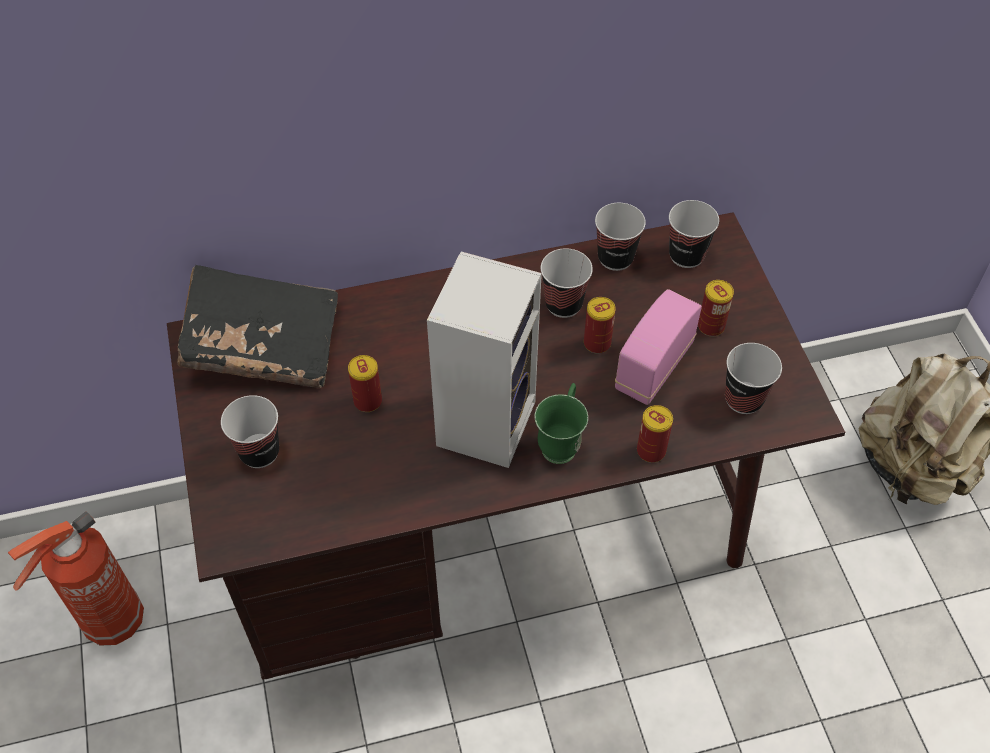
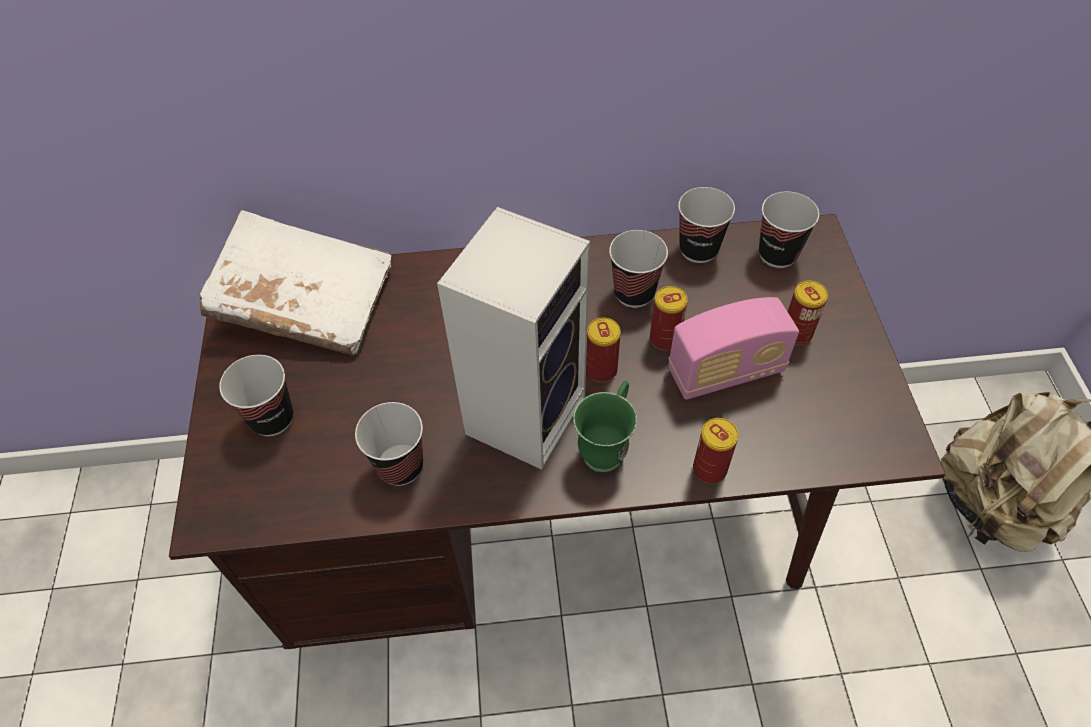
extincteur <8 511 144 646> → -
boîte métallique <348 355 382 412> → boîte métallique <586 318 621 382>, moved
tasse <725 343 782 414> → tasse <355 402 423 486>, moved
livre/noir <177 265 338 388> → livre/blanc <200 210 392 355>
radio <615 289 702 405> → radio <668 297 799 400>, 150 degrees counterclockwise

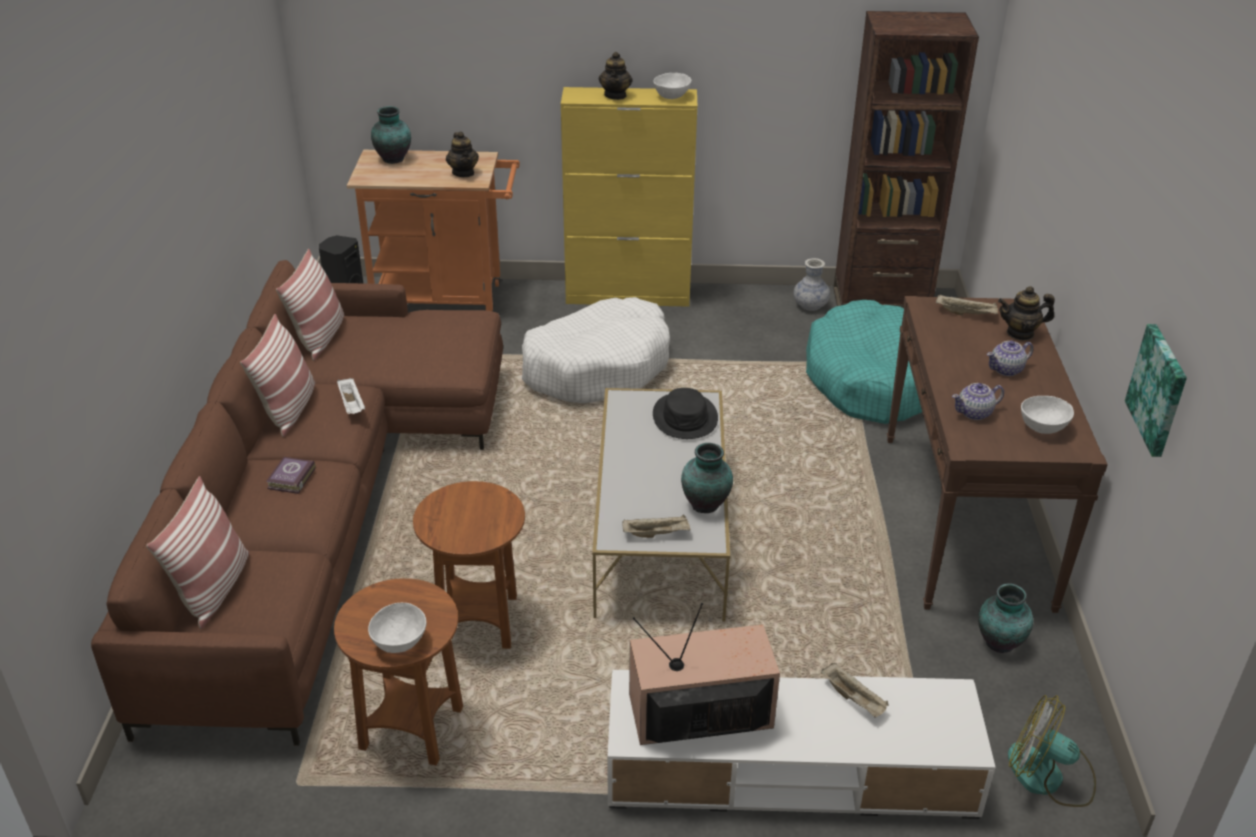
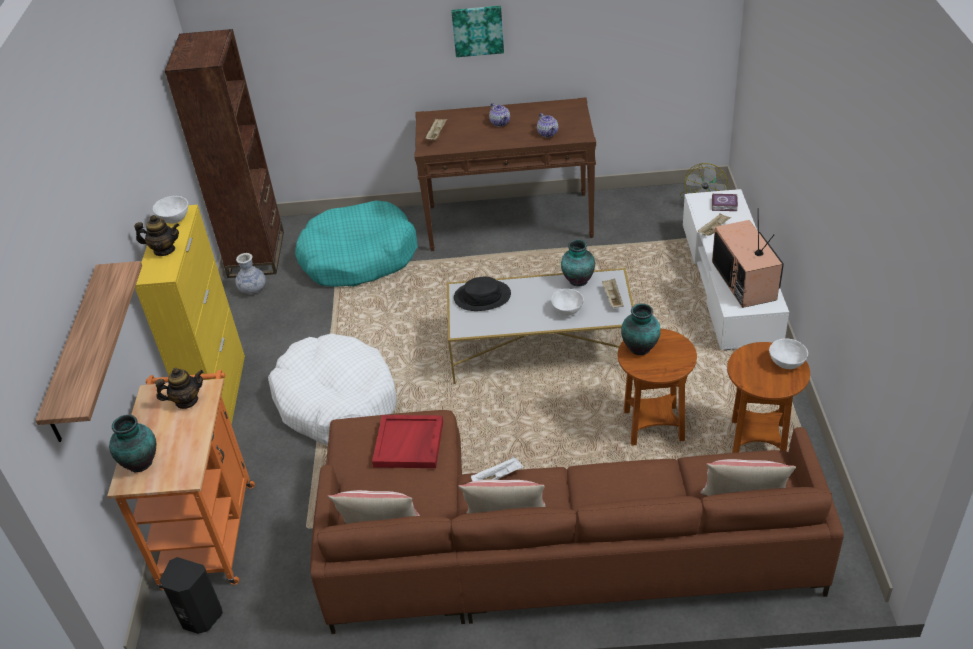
théière <998 286 1055 340> → -
- → étagère <35 261 142 442>
- → plateau/rouge <372 415 443 468>
livre <266 457 316 494> → livre <712 194 738 211>, moved
vase <978 583 1033 653> → vase <621 303 661 355>, moved
bol/blanc <1021 396 1074 434> → bol/blanc <551 289 584 316>, moved
tableau <1125 324 1187 457> → tableau <451 6 504 57>, moved

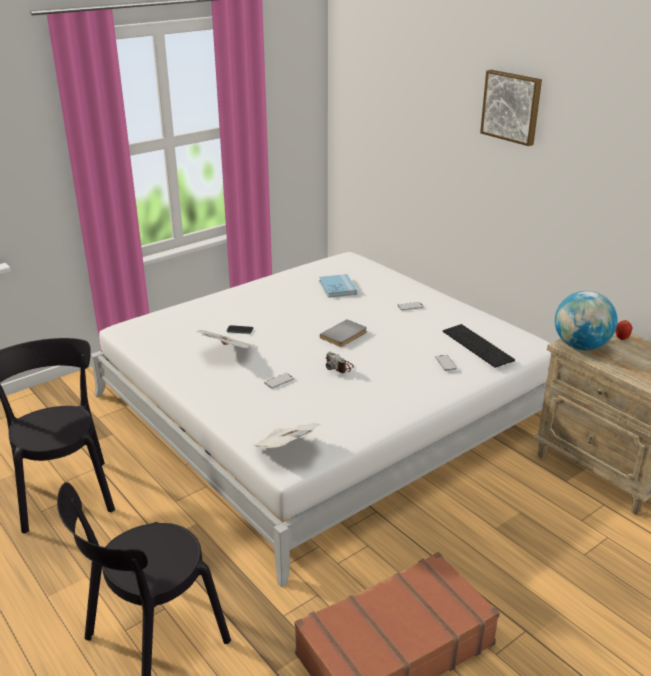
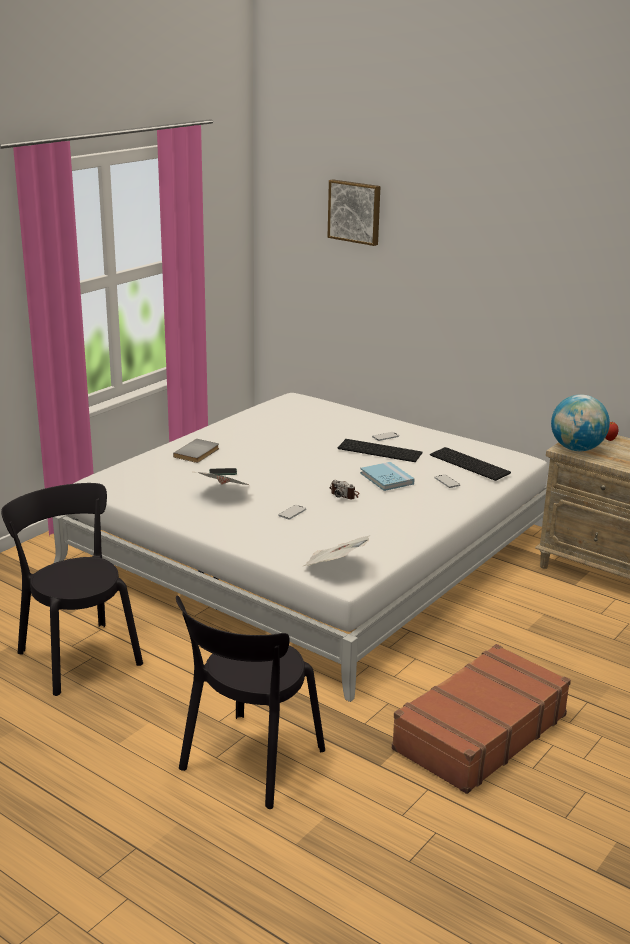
- → clavier <338 439 422 462>
livre/bleu <319 274 357 298> → livre/bleu <360 462 415 491>, moved
livre/gris <320 320 367 347> → livre/gris <173 439 219 463>, moved
tableau <480 70 542 146> → tableau <327 179 380 246>, moved

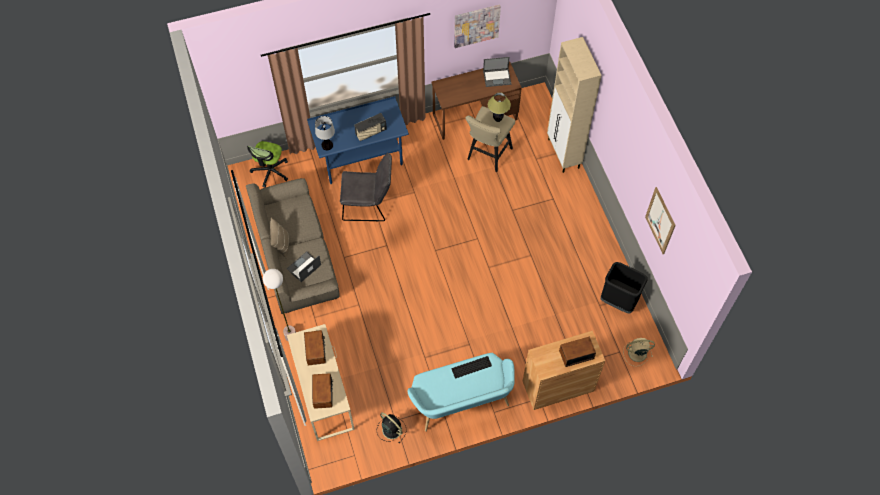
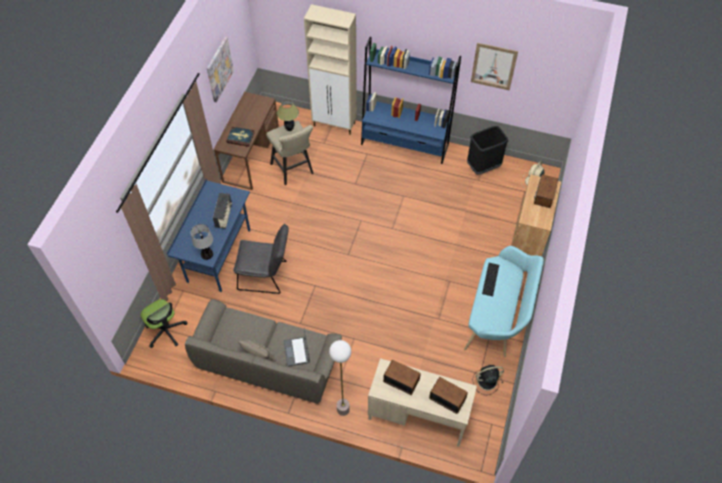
ordinateur portable <483 57 511 87> → -
- → livre <226 127 255 147>
- → bibliothèque/bleu <361 37 461 164>
chaise/gris <340 153 392 222> → chaise/gris <233 223 289 294>, 60 degrees clockwise

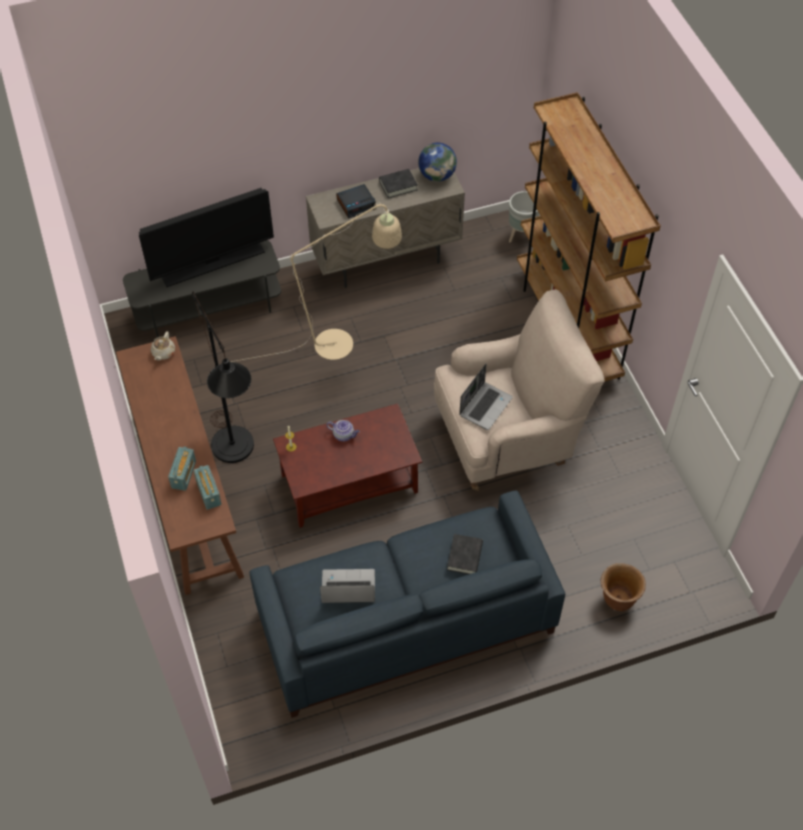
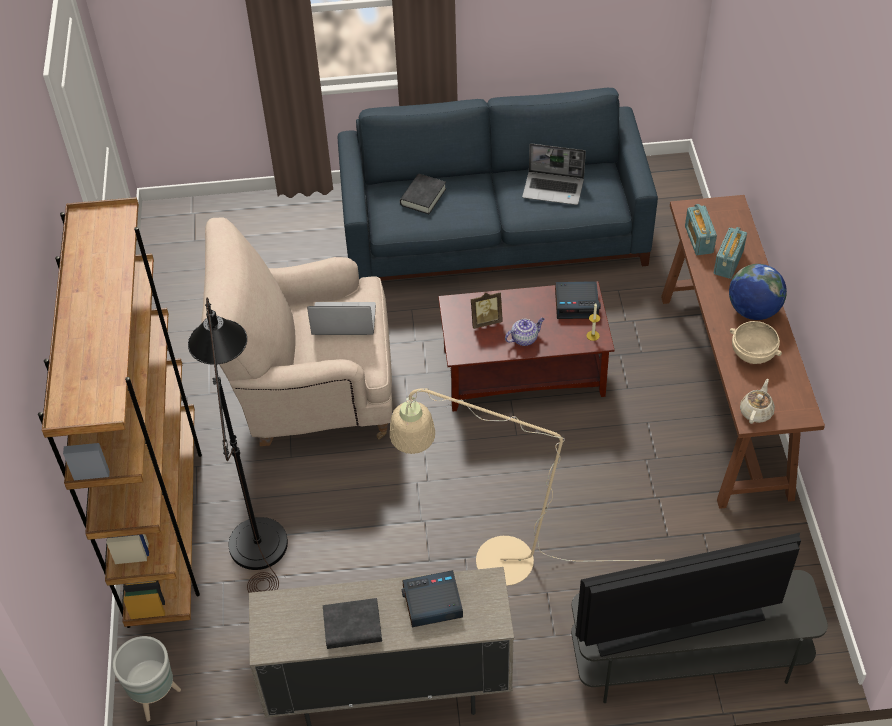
cache-pot/marron <601 563 646 611> → -
- → cadre photo <471 292 503 329>
- → réveil <555 281 601 319>
- → bol/beige <730 321 782 364>
lampadaire/noir <192 292 254 463> → lampadaire/noir <188 298 288 593>, moved
globe <418 143 457 182> → globe <729 264 787 320>, moved
théière <327 420 360 441> → théière <505 318 544 346>, 120 degrees clockwise
ordinateur portable <459 364 513 430> → ordinateur portable <307 302 376 335>, 45 degrees clockwise

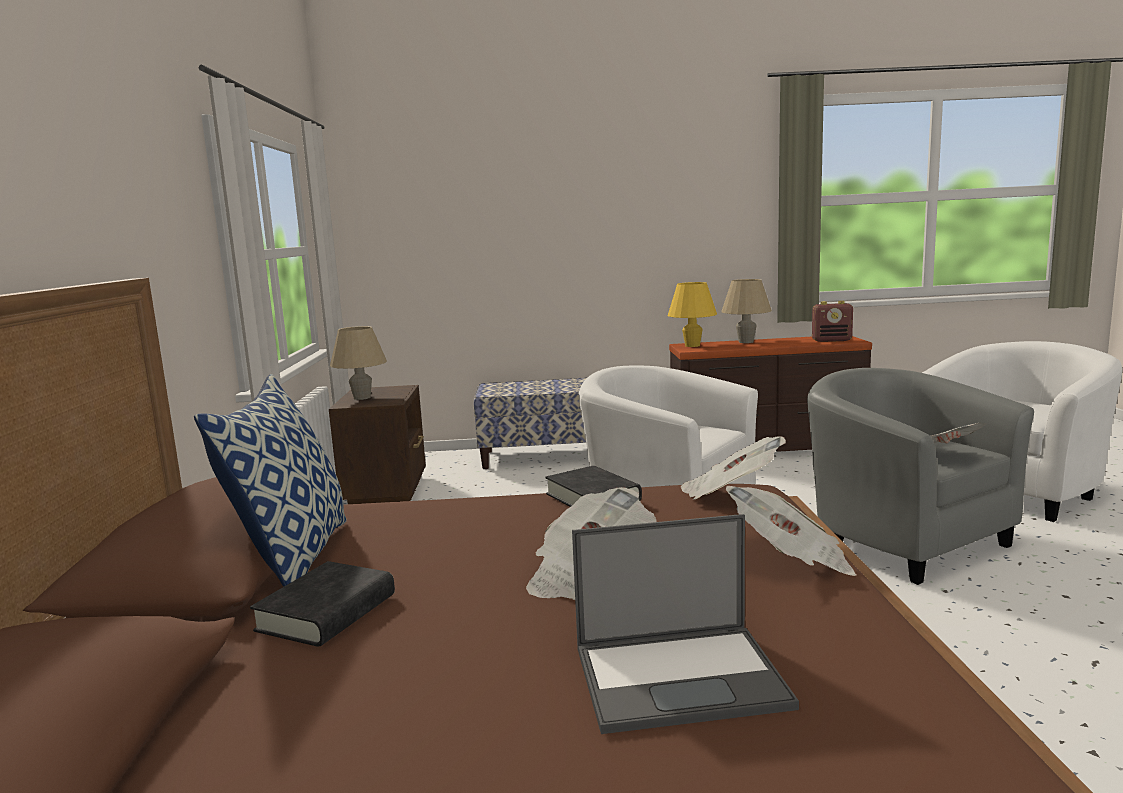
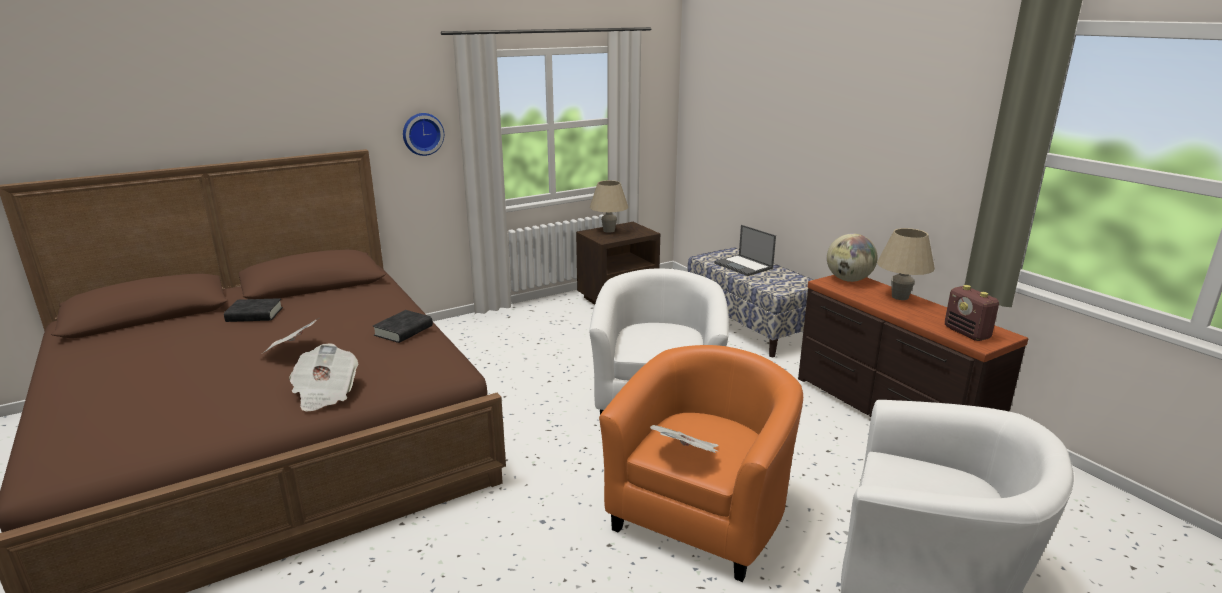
coussin <194 374 347 587> → -
journal <680 436 786 500> → -
- → horloge murale <403 113 444 156>
ordinateur portable <572 514 799 734> → ordinateur portable <714 225 776 276>, moved
lampe de table/jaune <668 282 717 347> → globe <827 233 877 282>
fauteuil/gris <807 368 1034 585> → fauteuil/orange <599 345 803 582>

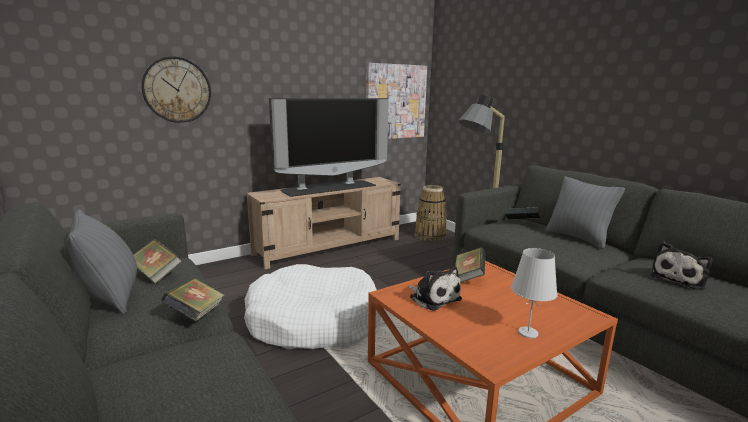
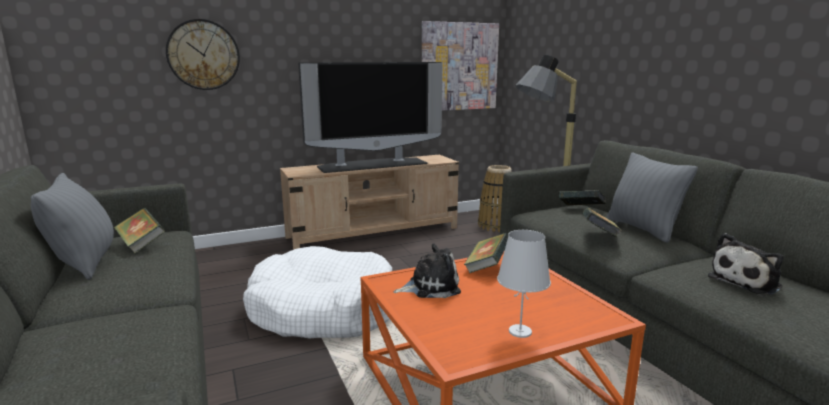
livre <161 278 224 322> → livre <582 207 622 237>, moved
peluche <408 266 462 311> → peluche <394 243 461 298>, 75 degrees counterclockwise

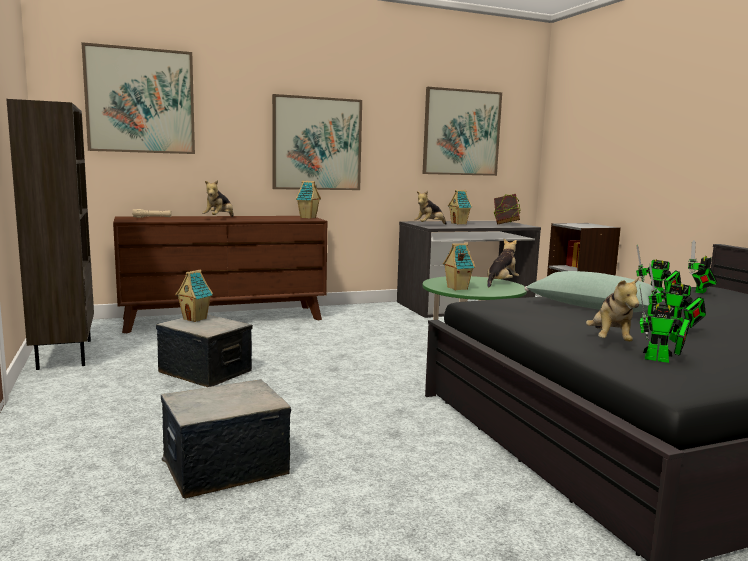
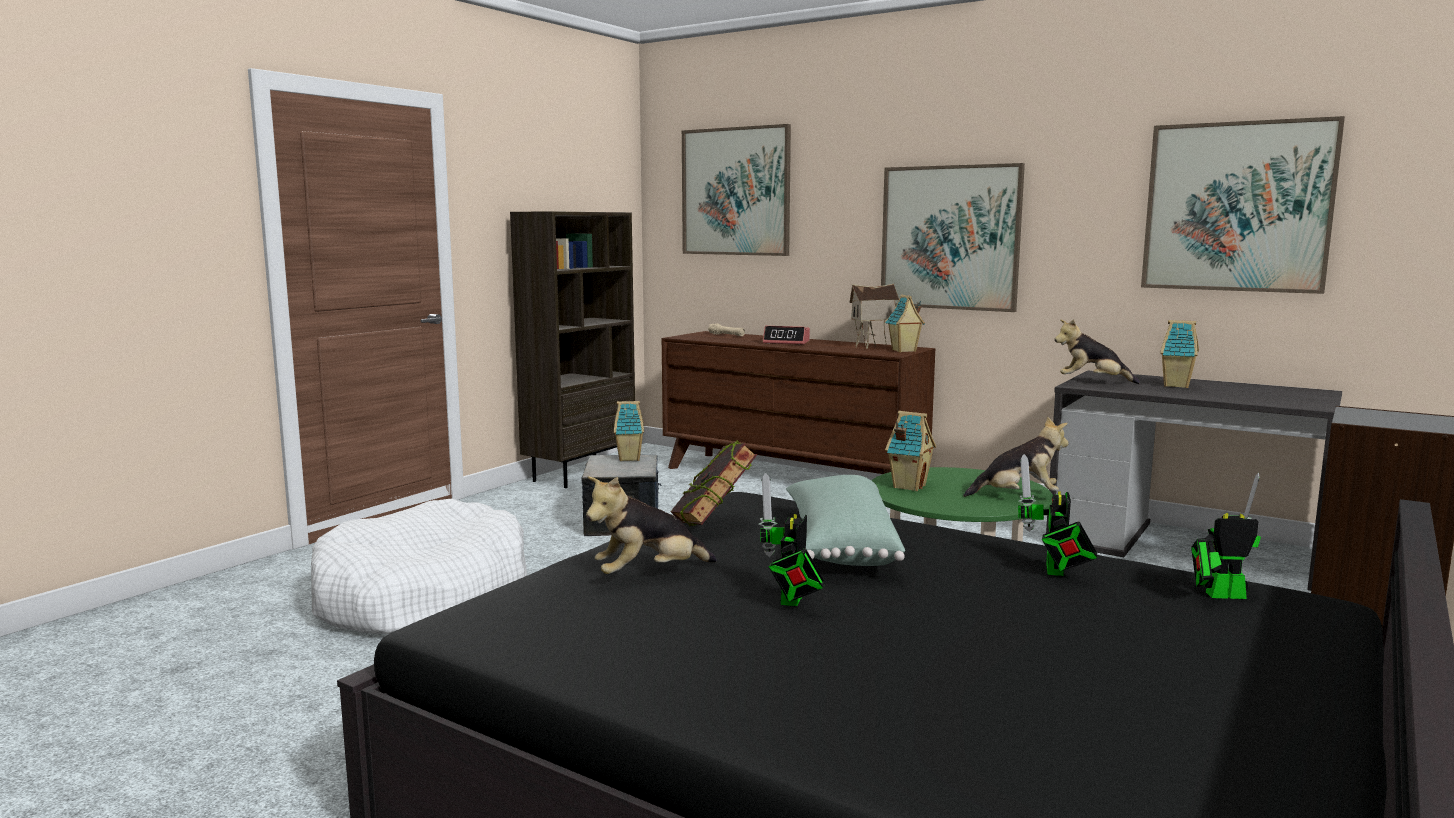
robot jouet <639 285 691 363> → -
- → maison miniature <849 284 899 349>
livre <494 194 521 224> → livre <671 440 757 526>, moved
boîte de rangement <161 379 291 499> → panier pour chien/blanc <311 498 527 634>
peluche <202 180 233 217> → réveil <763 326 810 345>

